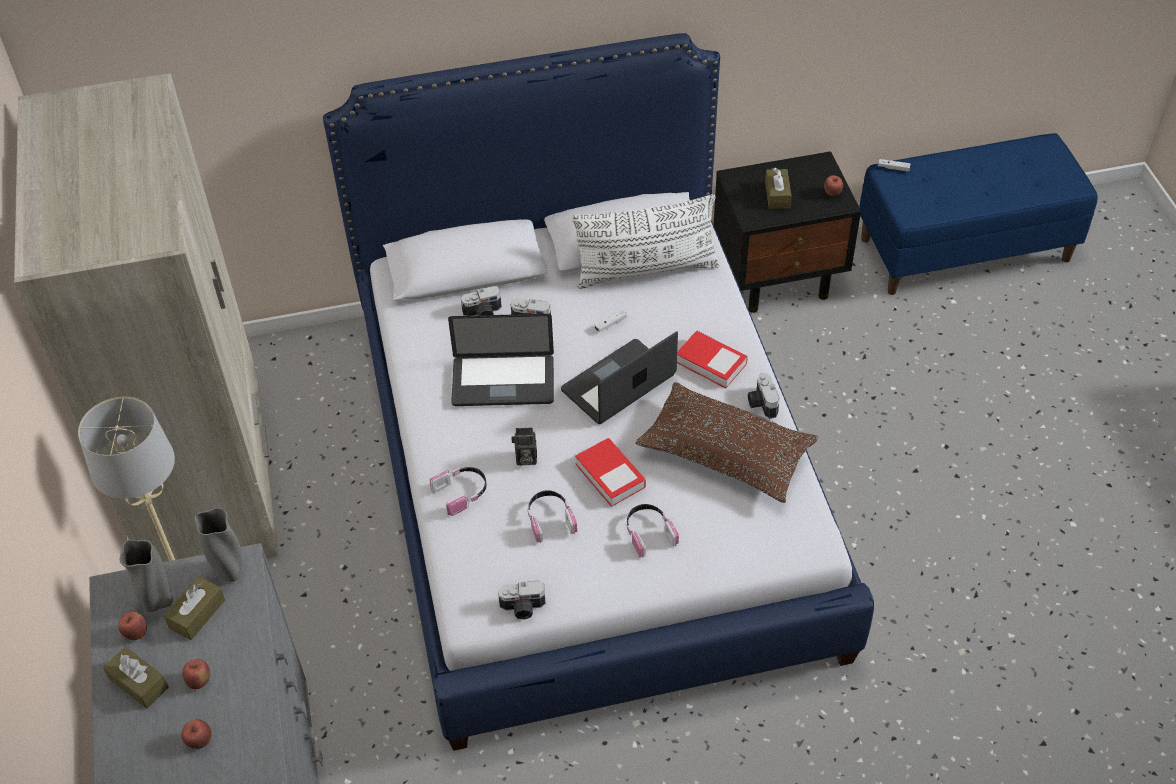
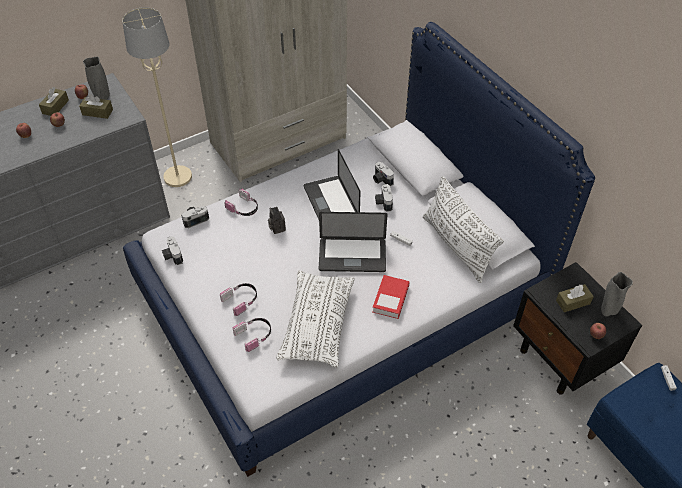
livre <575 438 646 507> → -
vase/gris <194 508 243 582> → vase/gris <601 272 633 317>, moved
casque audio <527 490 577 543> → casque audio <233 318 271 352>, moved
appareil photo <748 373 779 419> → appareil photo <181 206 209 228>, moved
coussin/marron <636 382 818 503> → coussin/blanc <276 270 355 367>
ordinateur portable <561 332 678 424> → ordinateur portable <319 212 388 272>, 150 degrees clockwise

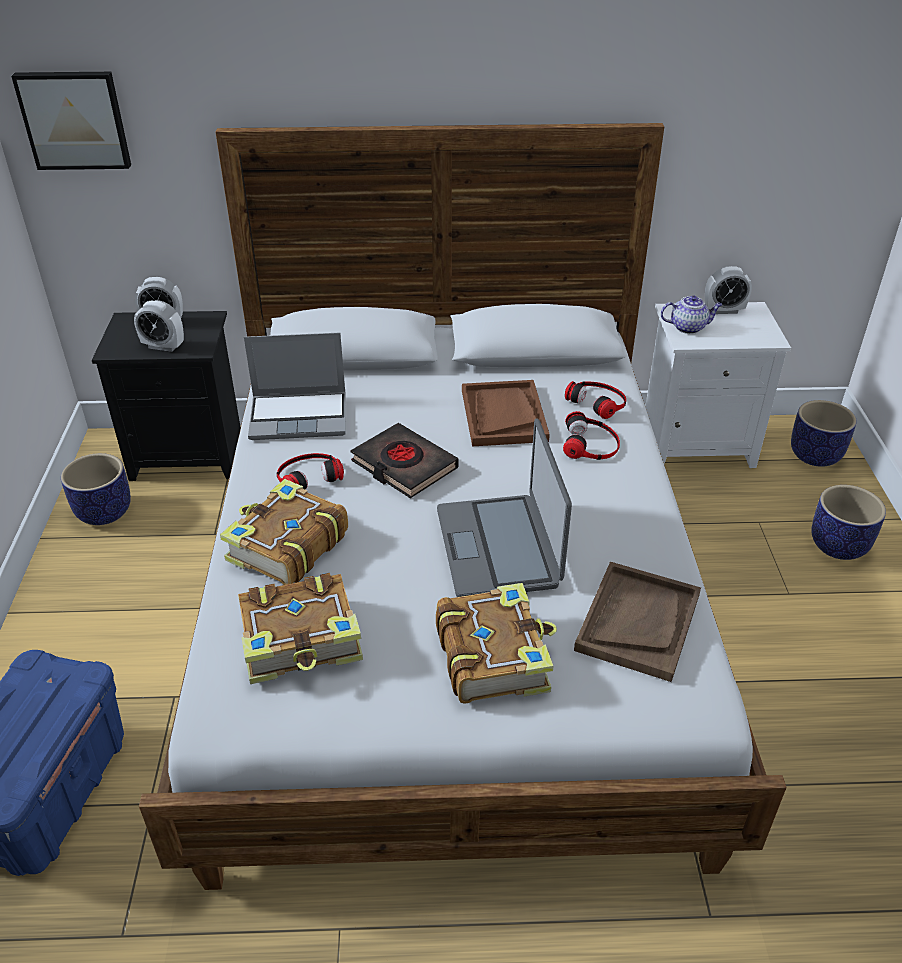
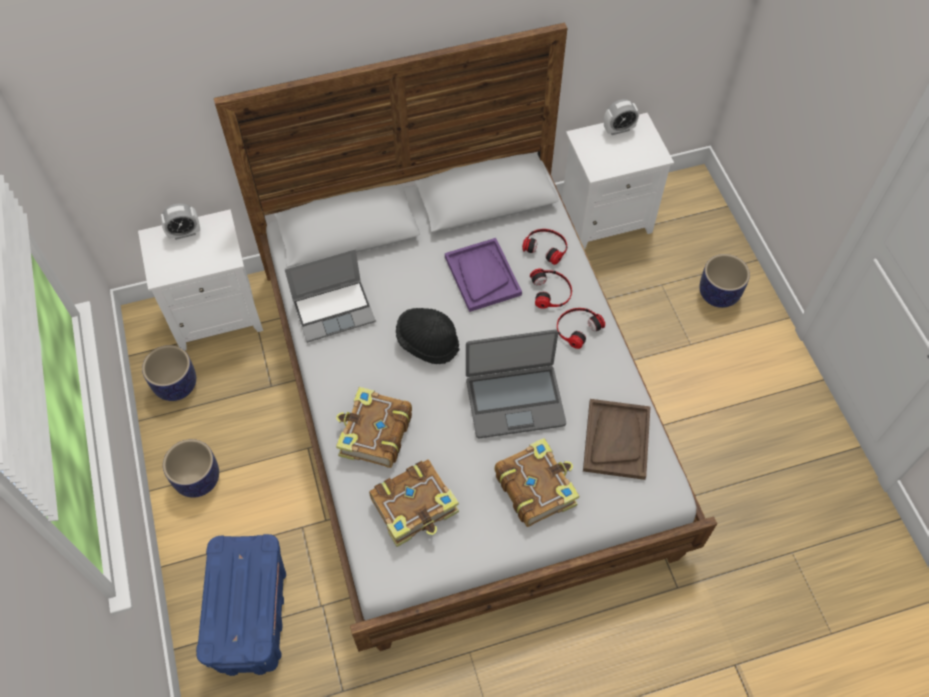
tableau <11 72 131 170> → -
réveil <134 301 184 352> → -
théière <660 295 723 334> → -
casque audio <277 453 344 489> → casque audio <557 308 605 349>, moved
cache-pot <791 400 857 467> → cache-pot <163 439 219 498>, moved
livre/noir <351 423 458 498> → chapeau/noir <396 308 460 364>
table de chevet/noir <92 311 241 481> → table de chevet/blanc <138 209 263 351>
plateau/marron <462 380 550 446> → plateau/violet <445 238 522 312>
ordinateur portable <437 418 572 597> → ordinateur portable <466 330 566 438>, 75 degrees counterclockwise

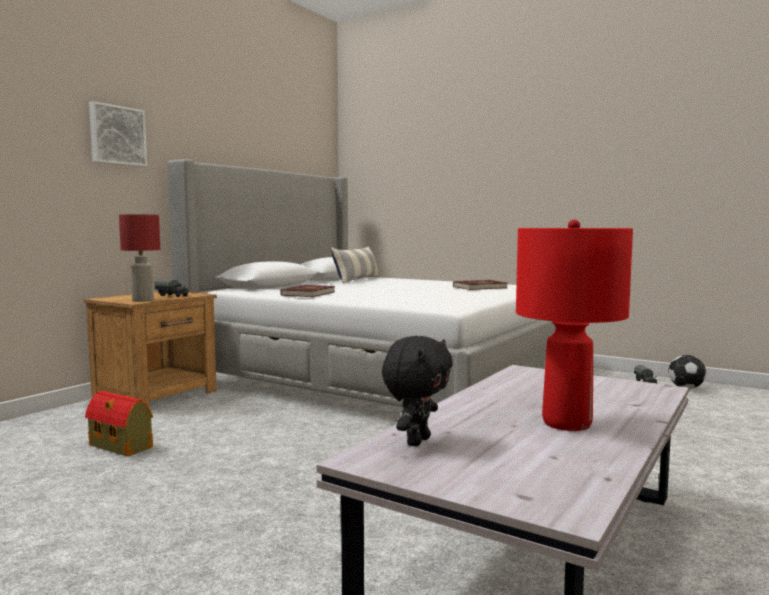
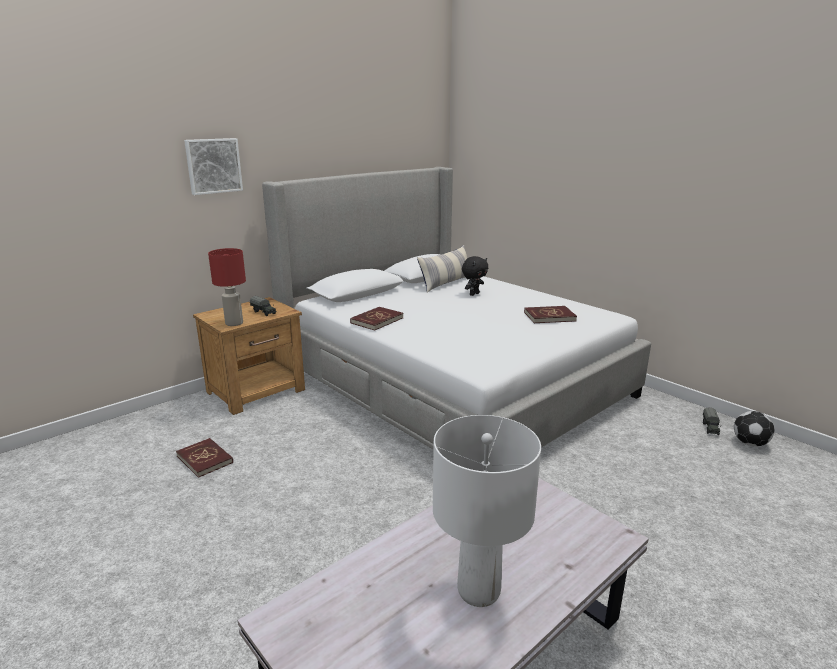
peluche/noir <382 336 453 447> → peluche/noir <462 256 488 296>, moved
maison miniature <85 391 153 457> → livre/rouge <176 438 233 478>
lampe de table/rouge <516 219 633 431> → lampe de table/blanc <433 415 541 607>

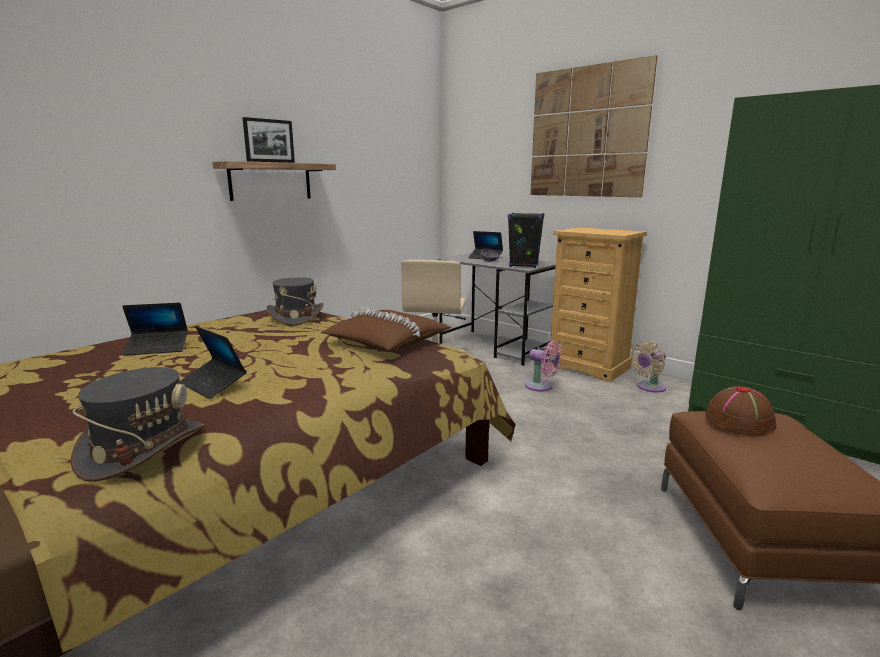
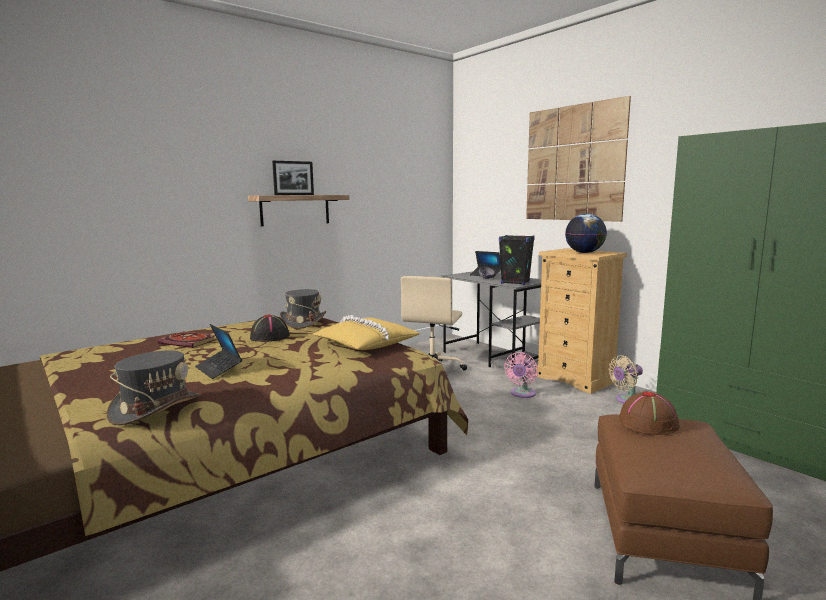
- → chapeau/noir <250 314 290 342>
- → globe <565 214 607 253>
ordinateur portable <122 303 188 356> → livre <157 331 217 348>
coussin/marron <321 308 451 351> → coussin/jaune <312 315 420 350>
ventilateur/rose <525 340 562 391> → ventilateur/rose <504 352 538 398>, 75 degrees clockwise

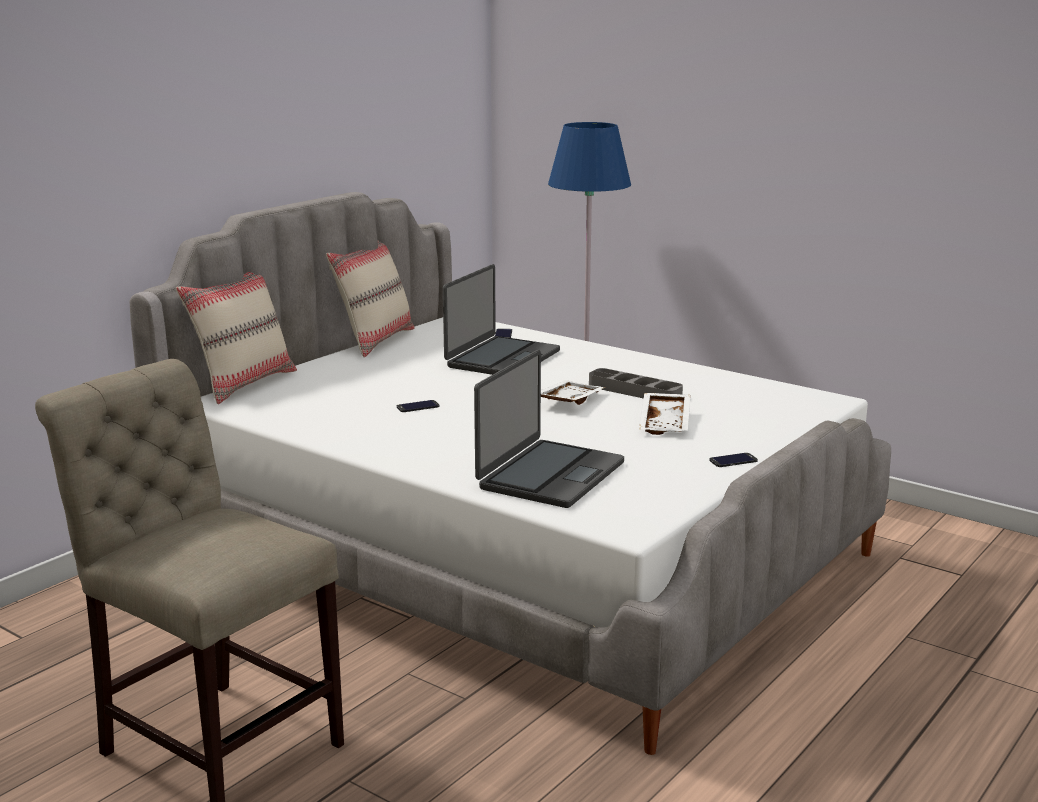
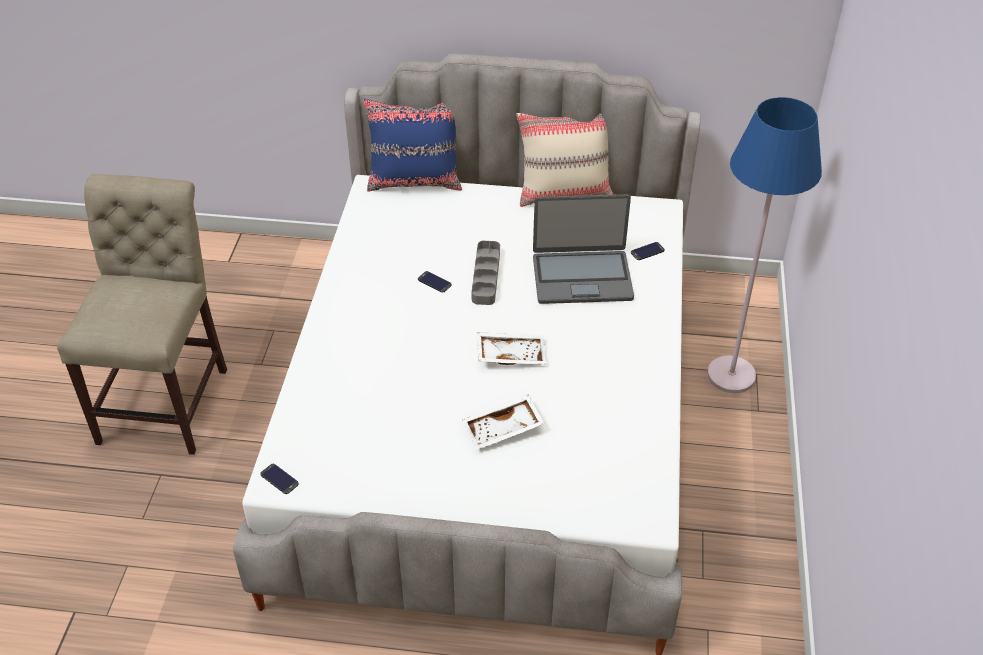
ordinateur portable <474 350 624 508> → -
plateau/gris <589 368 683 399> → plateau/gris <472 241 500 305>, moved
téléphone <709 453 758 467> → téléphone <260 464 299 494>, moved
coussin/beige <176 272 297 404> → coussin/bleu <363 98 462 191>

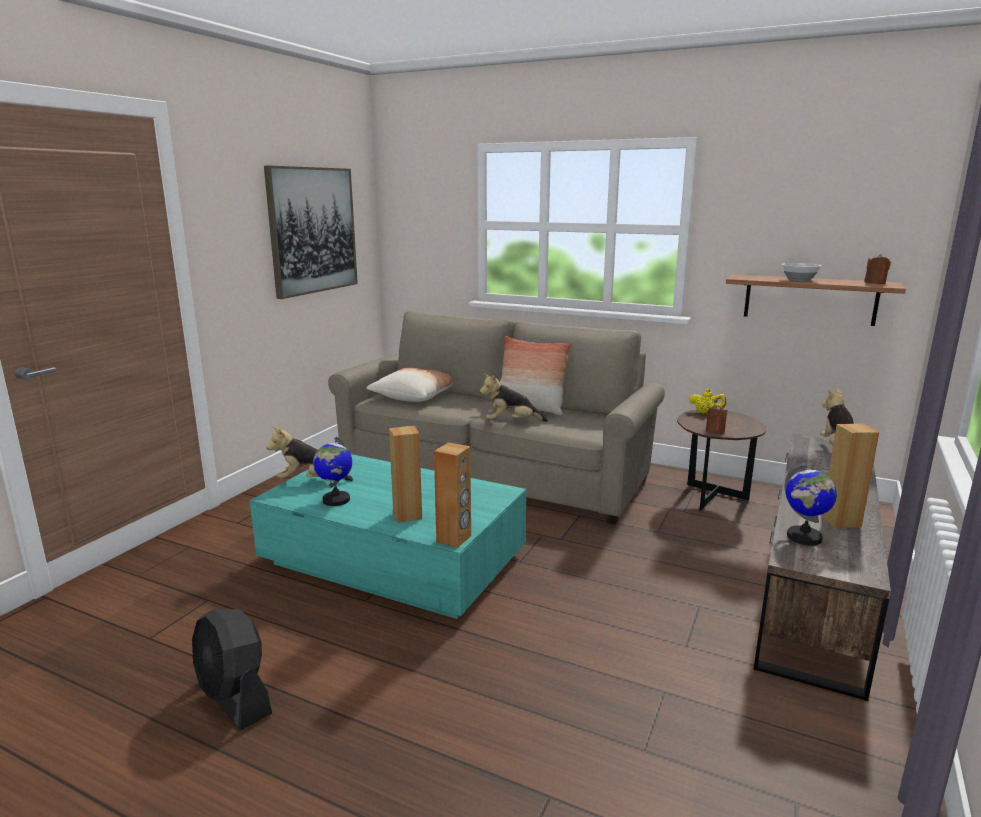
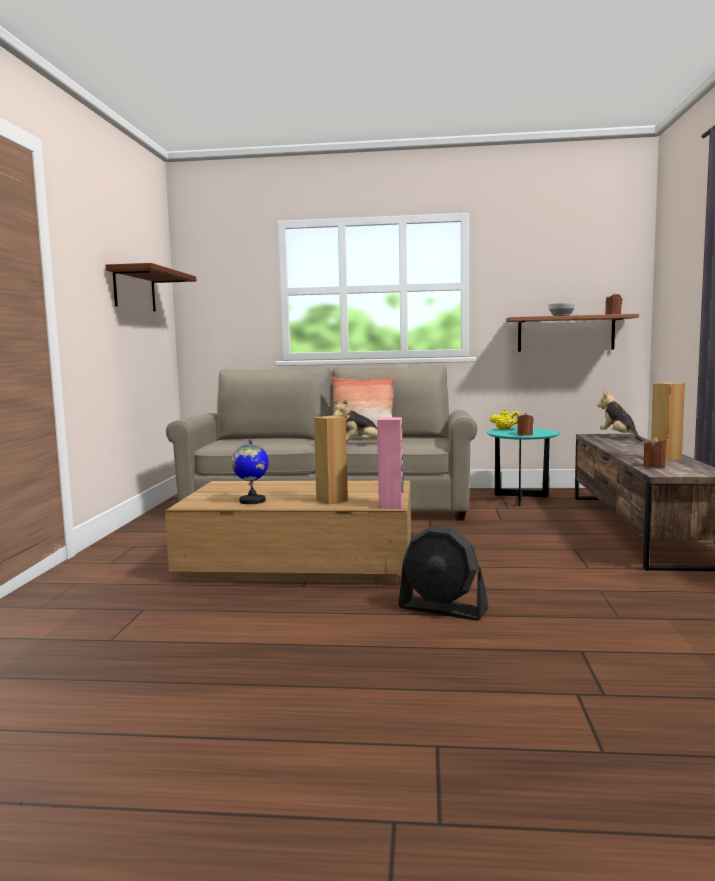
peluche <266 426 353 481> → -
coussin <366 368 453 402> → -
ventilateur/noir <192 609 272 731> → ventilateur/noir <398 526 489 621>, moved
tableau <264 166 358 299> → étagère/marron <105 263 196 311>
globe <785 462 837 546> → bougie/marron <643 436 666 467>
table basse/turquoise <250 454 526 619> → table basse/marron <165 481 411 583>
enceinte/marron <434 443 471 548> → enceinte/rose <377 417 404 509>
table d'appoint/marron <677 410 766 511> → table d'appoint/turquoise <487 428 560 506>

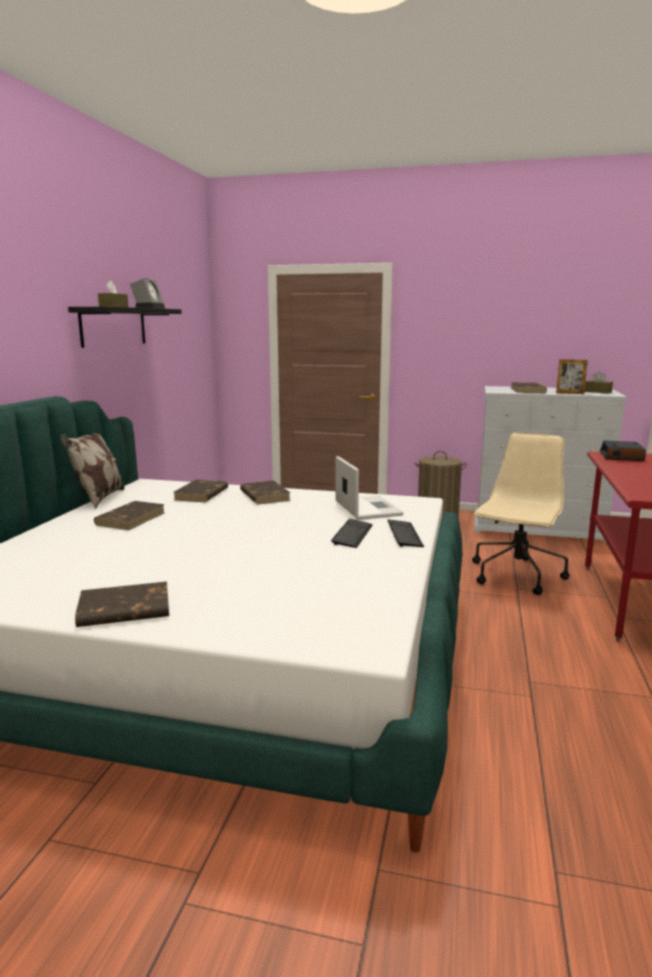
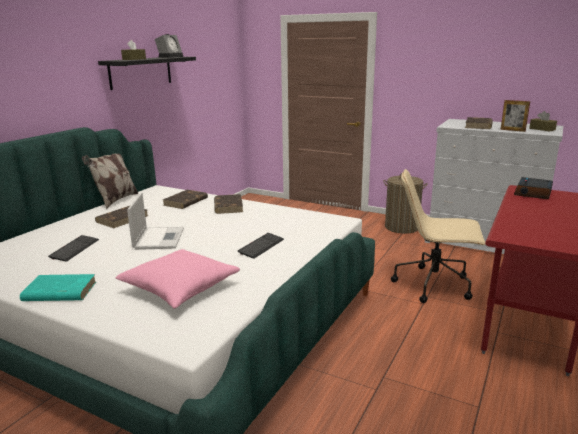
- → coussin/rose <116 249 240 309>
ordinateur portable <335 456 403 520> → ordinateur portable <127 193 184 250>, moved
clavier <388 519 424 547> → clavier <48 235 99 262>, moved
livre/marron <75 581 169 627> → livre/turquoise <20 274 96 301>
chaise de bureau/beige <472 432 570 595> → chaise de bureau/beige <391 169 486 303>, 120 degrees counterclockwise

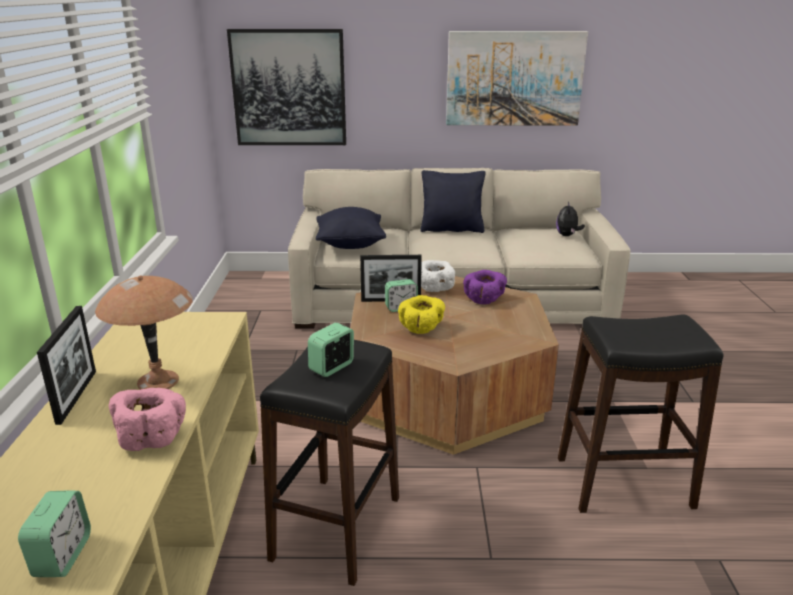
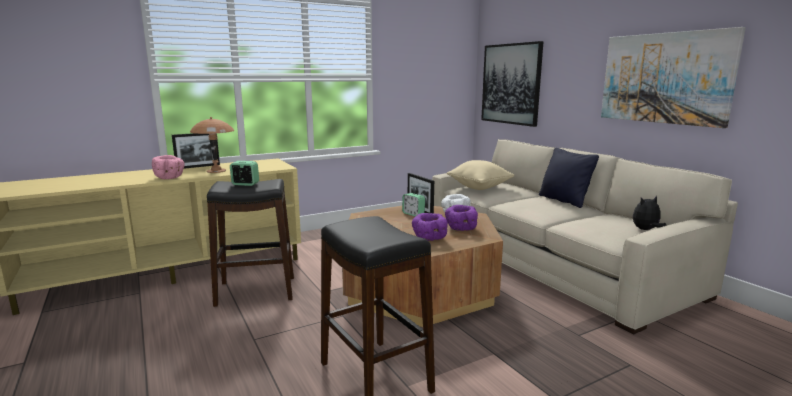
réveil <18 490 91 577> → -
bol/jaune <398 295 445 334> → -
- → bol/violet <412 213 448 241>
coussin/noir <316 207 386 249> → coussin/beige <447 160 514 190>

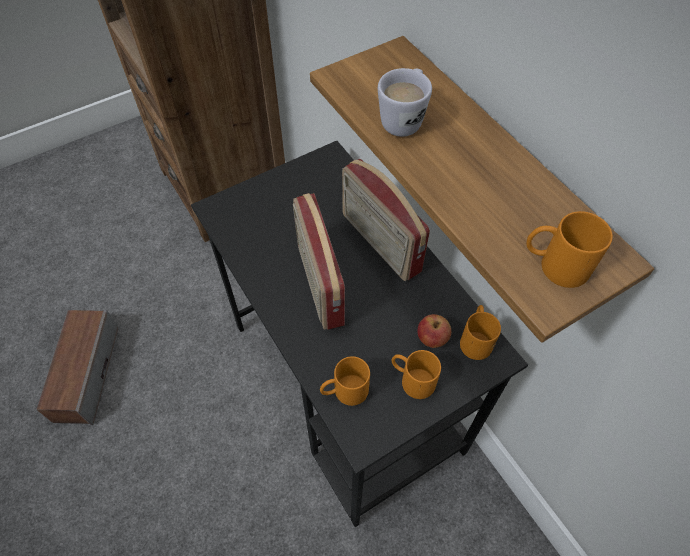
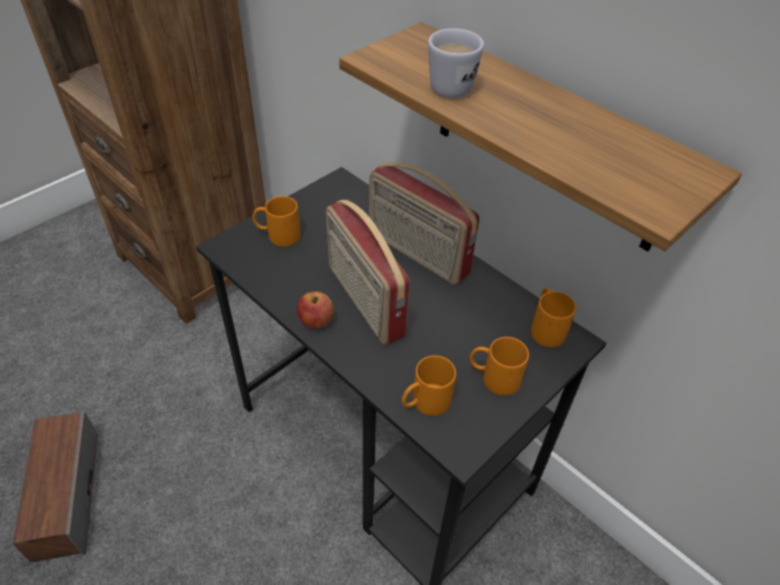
pomme <417 314 451 348> → pomme <297 291 334 328>, moved
mug/orange <527 211 613 288> → mug/orange <253 196 300 246>, moved

